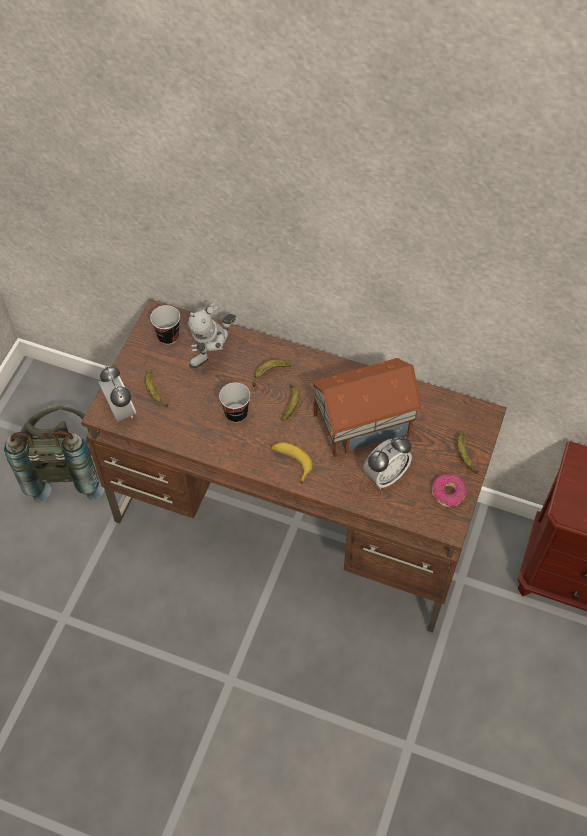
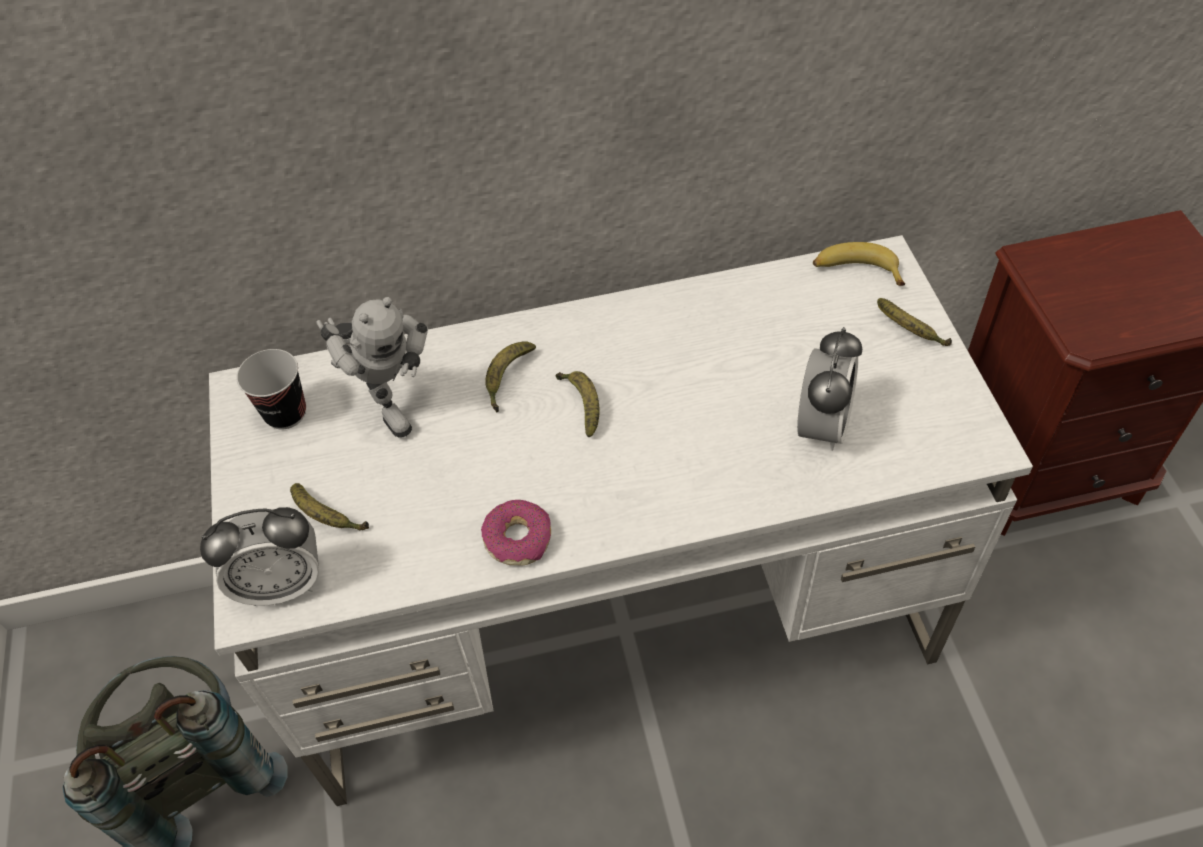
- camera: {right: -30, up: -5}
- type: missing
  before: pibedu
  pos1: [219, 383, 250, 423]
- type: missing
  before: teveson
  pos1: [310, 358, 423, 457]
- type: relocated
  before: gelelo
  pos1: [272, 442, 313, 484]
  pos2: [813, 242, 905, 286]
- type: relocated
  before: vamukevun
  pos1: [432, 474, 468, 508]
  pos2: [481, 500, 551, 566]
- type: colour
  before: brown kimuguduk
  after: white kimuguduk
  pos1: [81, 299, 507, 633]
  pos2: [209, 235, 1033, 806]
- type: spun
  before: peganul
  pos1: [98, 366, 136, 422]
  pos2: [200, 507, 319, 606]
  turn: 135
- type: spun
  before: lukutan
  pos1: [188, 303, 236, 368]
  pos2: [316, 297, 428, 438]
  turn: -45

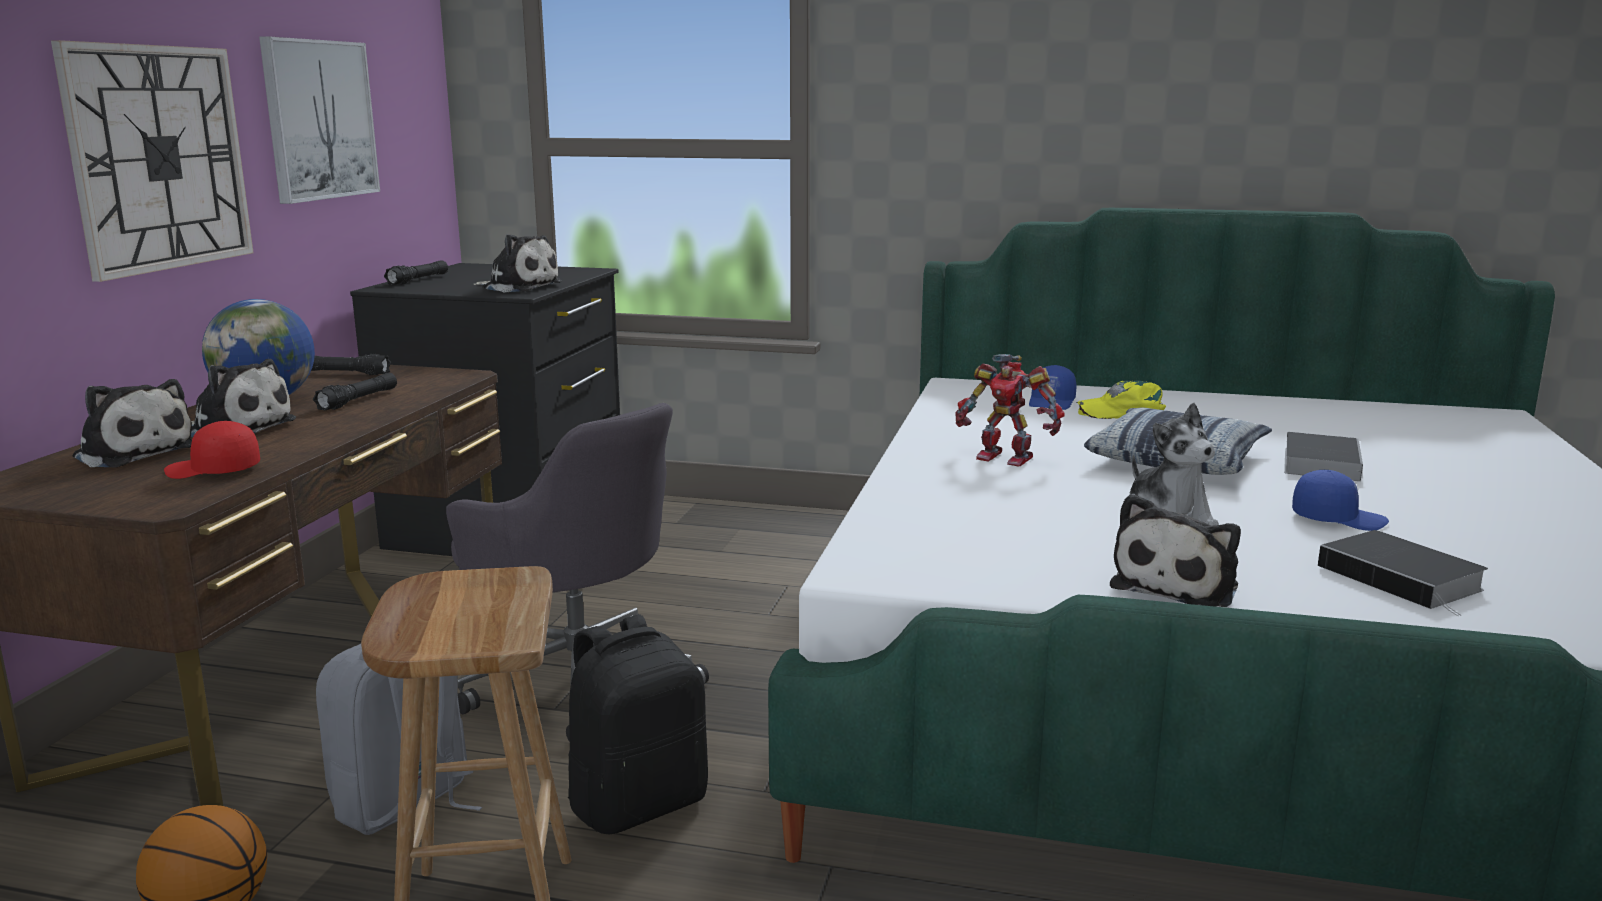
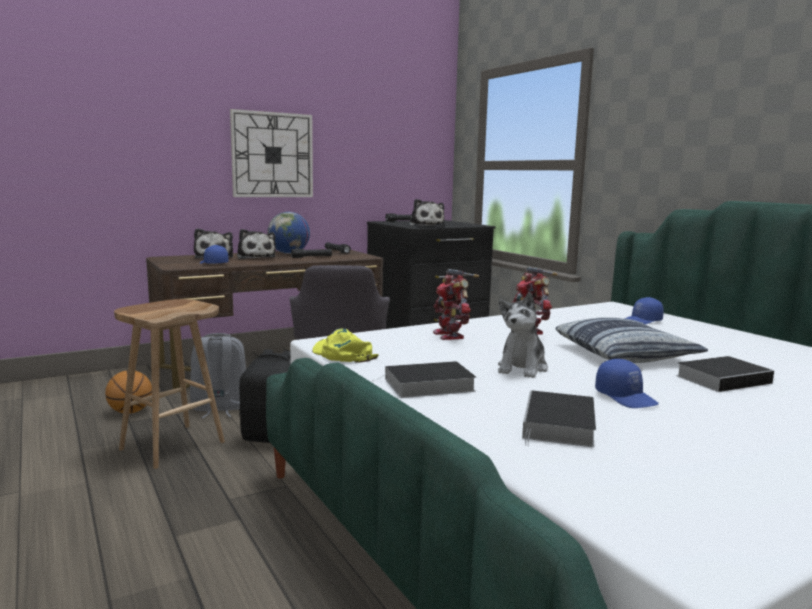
- camera: {right: 45, up: -5}
- type: missing
  before: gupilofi
  pos1: [259, 36, 380, 204]
- type: appeared
  after: lukutan
  pos2: [433, 269, 479, 340]
- type: relocated
  before: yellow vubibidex
  pos1: [1077, 381, 1166, 419]
  pos2: [312, 328, 379, 363]
- type: exchanged
  before: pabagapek
  after: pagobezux
  pos1: [1110, 493, 1241, 607]
  pos2: [372, 361, 476, 398]
- type: colour
  before: red vubibidex
  after: blue vubibidex
  pos1: [164, 421, 260, 479]
  pos2: [200, 245, 229, 264]

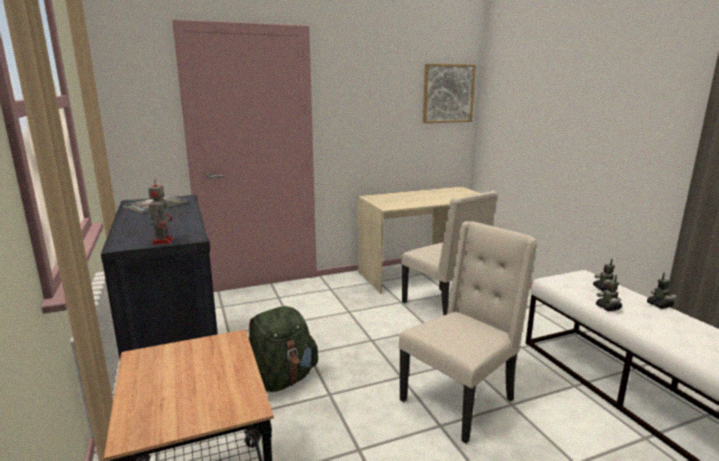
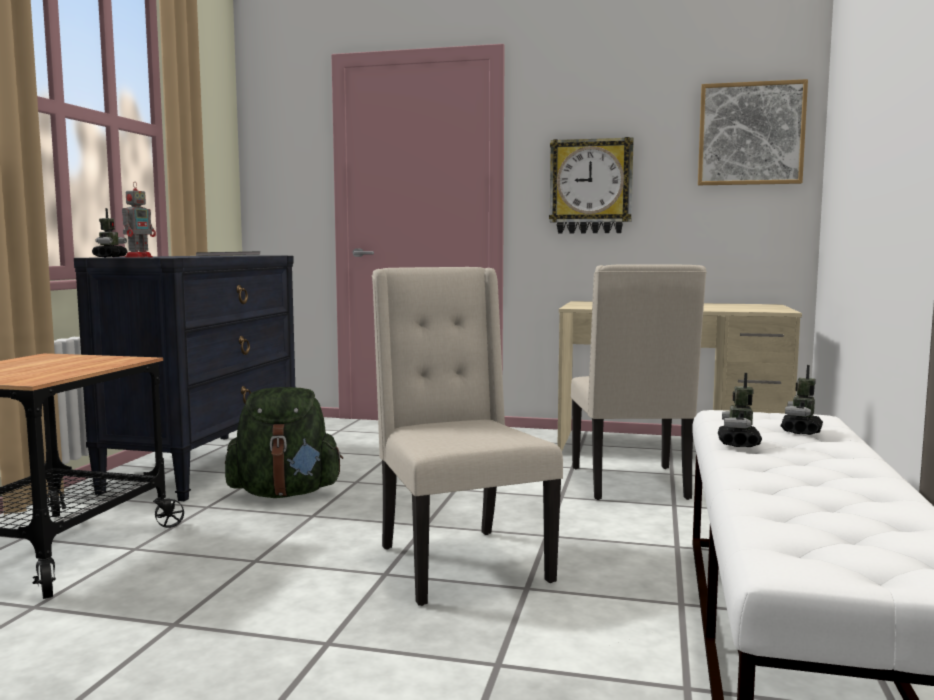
- camera: {right: 35, up: -10}
- type: appeared
  after: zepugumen
  pos2: [549, 137, 634, 234]
- type: relocated
  before: lukutan
  pos1: [647, 273, 676, 309]
  pos2: [92, 208, 127, 257]
- type: spun
  before: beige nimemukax
  pos1: [399, 221, 538, 444]
  pos2: [372, 267, 563, 606]
  turn: -105

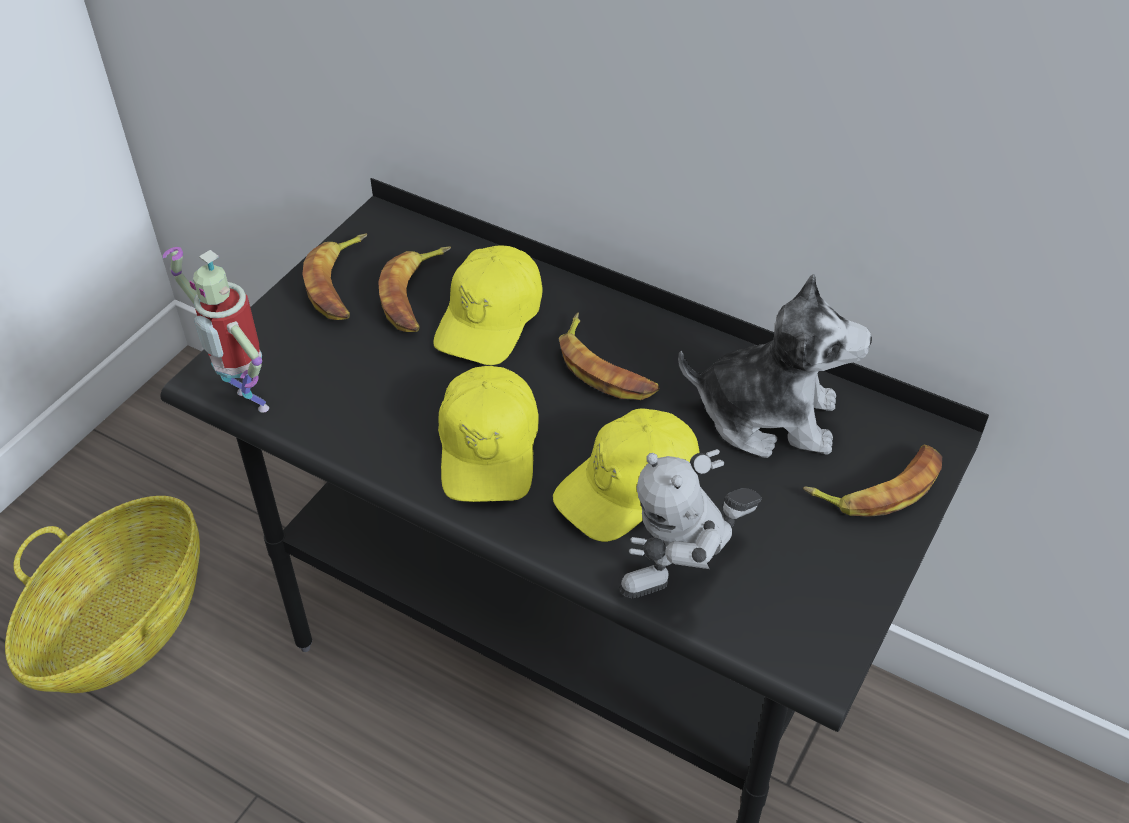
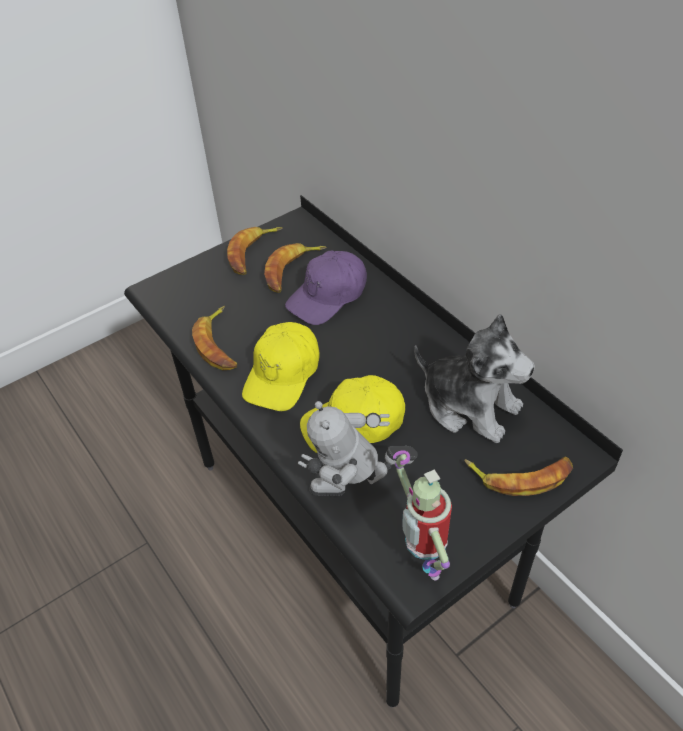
- camera: {right: 25, up: 0}
- type: missing
  before: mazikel
  pos1: [5, 496, 200, 693]
- type: relocated
  before: lukutan
  pos1: [163, 247, 269, 413]
  pos2: [393, 451, 452, 580]
- type: relocated
  before: gelelo
  pos1: [559, 313, 660, 400]
  pos2: [192, 306, 237, 370]
- type: colour
  before: yellow vubibidex
  after: purple vubibidex
  pos1: [433, 245, 543, 365]
  pos2: [285, 251, 367, 325]

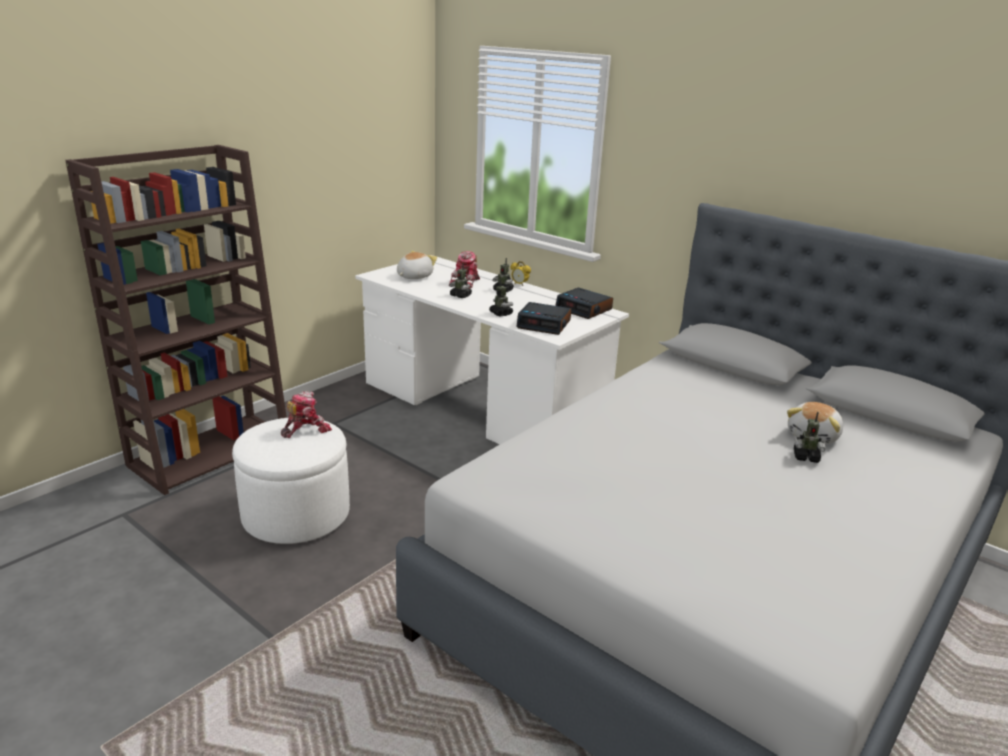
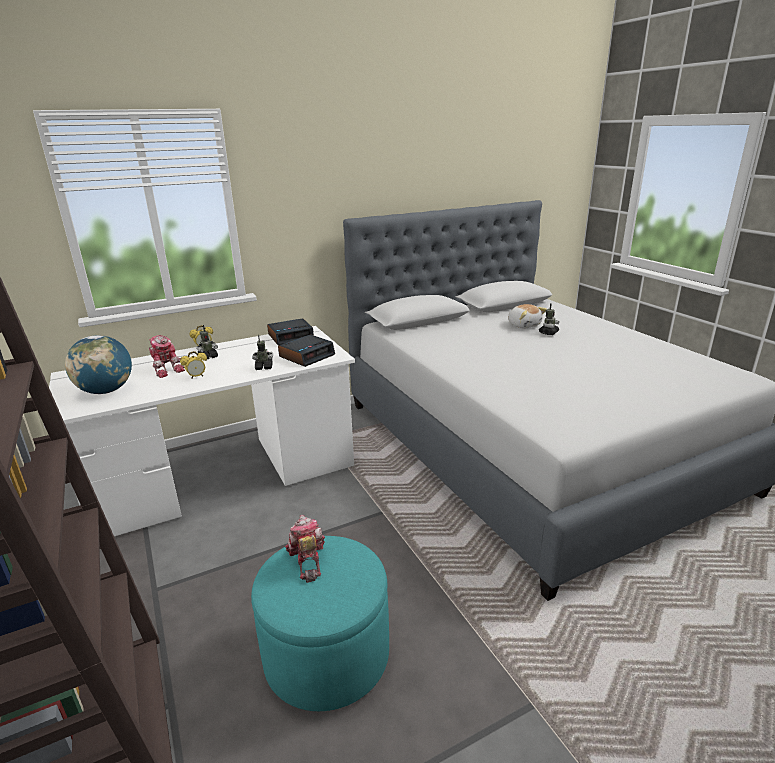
- camera: {right: -65, up: 0}
- type: exchanged
  before: pabagapek
  after: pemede
  pos1: [397, 251, 437, 279]
  pos2: [65, 335, 132, 394]
- type: exchanged
  before: lukutan
  after: peganul
  pos1: [449, 263, 472, 298]
  pos2: [180, 351, 207, 379]
- type: colour
  before: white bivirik
  after: turquoise bivirik
  pos1: [232, 417, 350, 544]
  pos2: [251, 536, 389, 711]

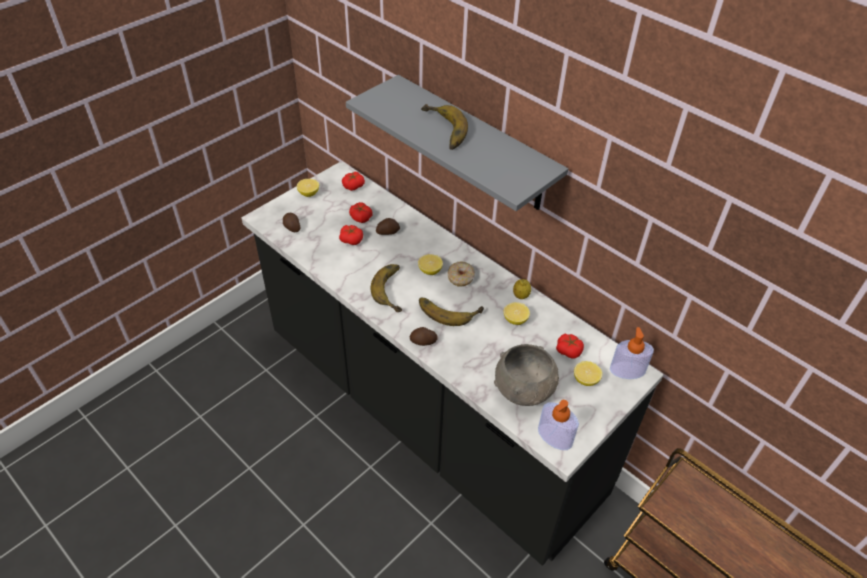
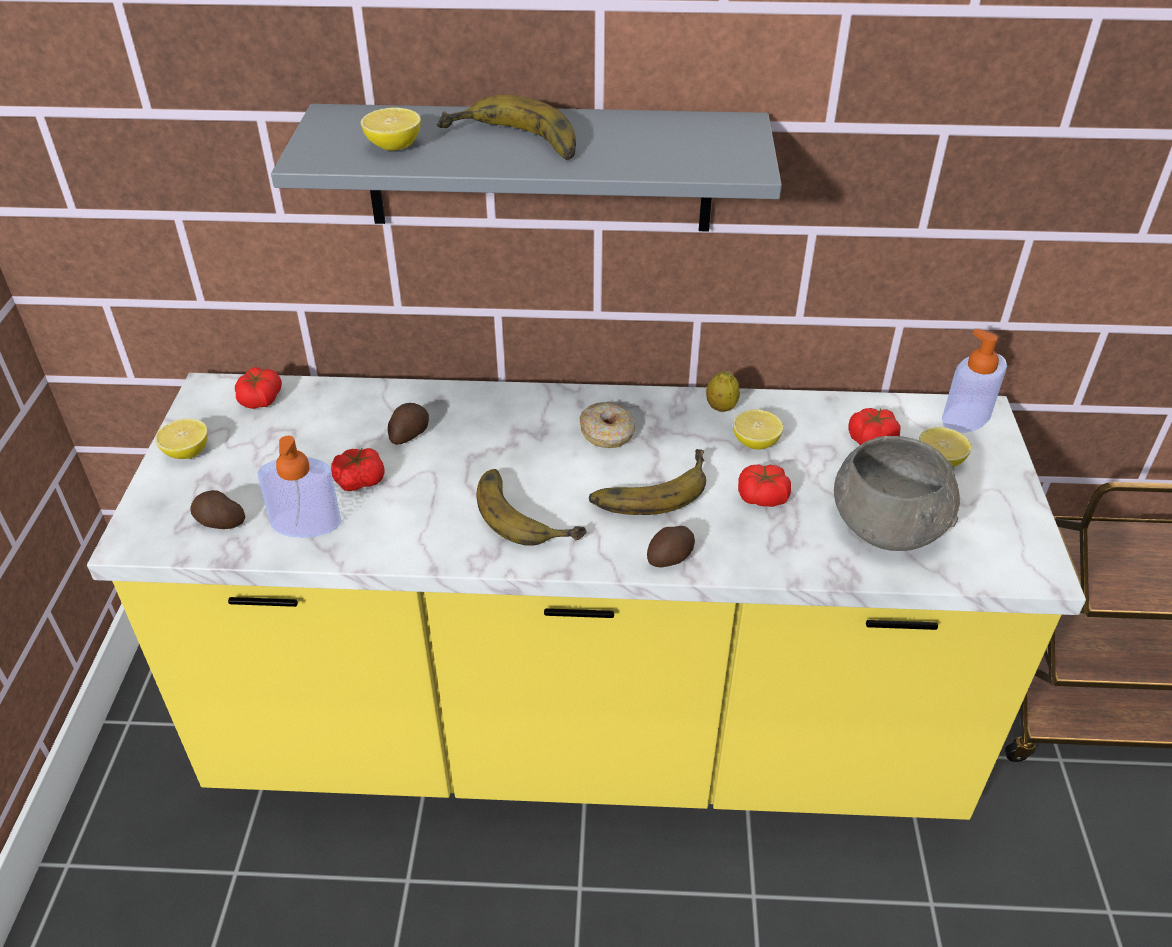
- camera: {right: -40, up: -5}
- type: relocated
  before: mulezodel
  pos1: [349, 202, 373, 223]
  pos2: [738, 464, 791, 507]
- type: relocated
  before: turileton
  pos1: [418, 254, 443, 275]
  pos2: [360, 107, 421, 151]
- type: relocated
  before: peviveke
  pos1: [538, 400, 579, 450]
  pos2: [258, 436, 341, 538]
- type: colour
  before: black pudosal
  after: yellow pudosal
  pos1: [241, 161, 664, 566]
  pos2: [87, 373, 1086, 820]

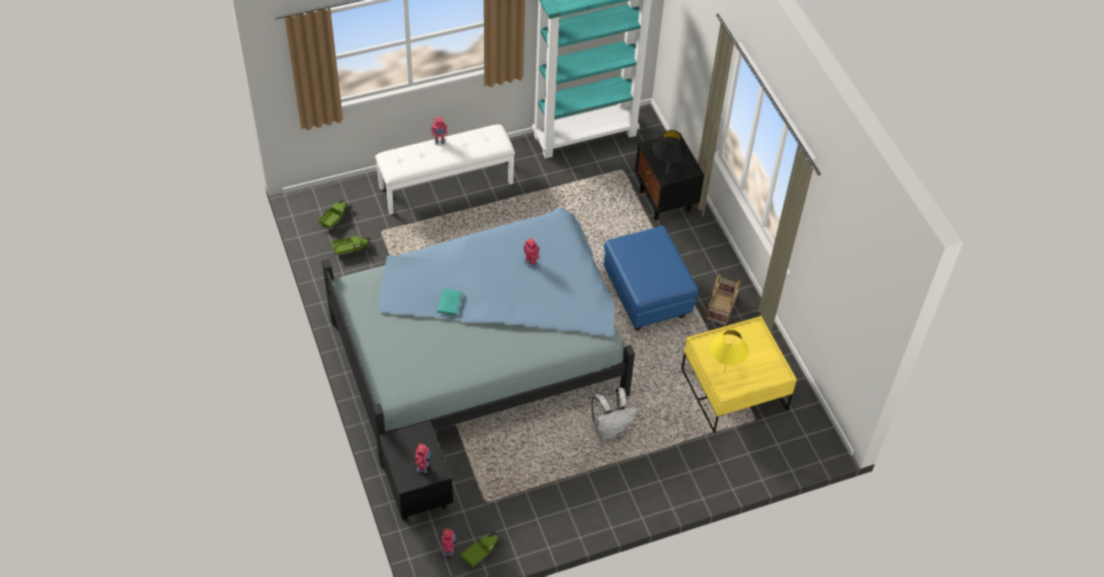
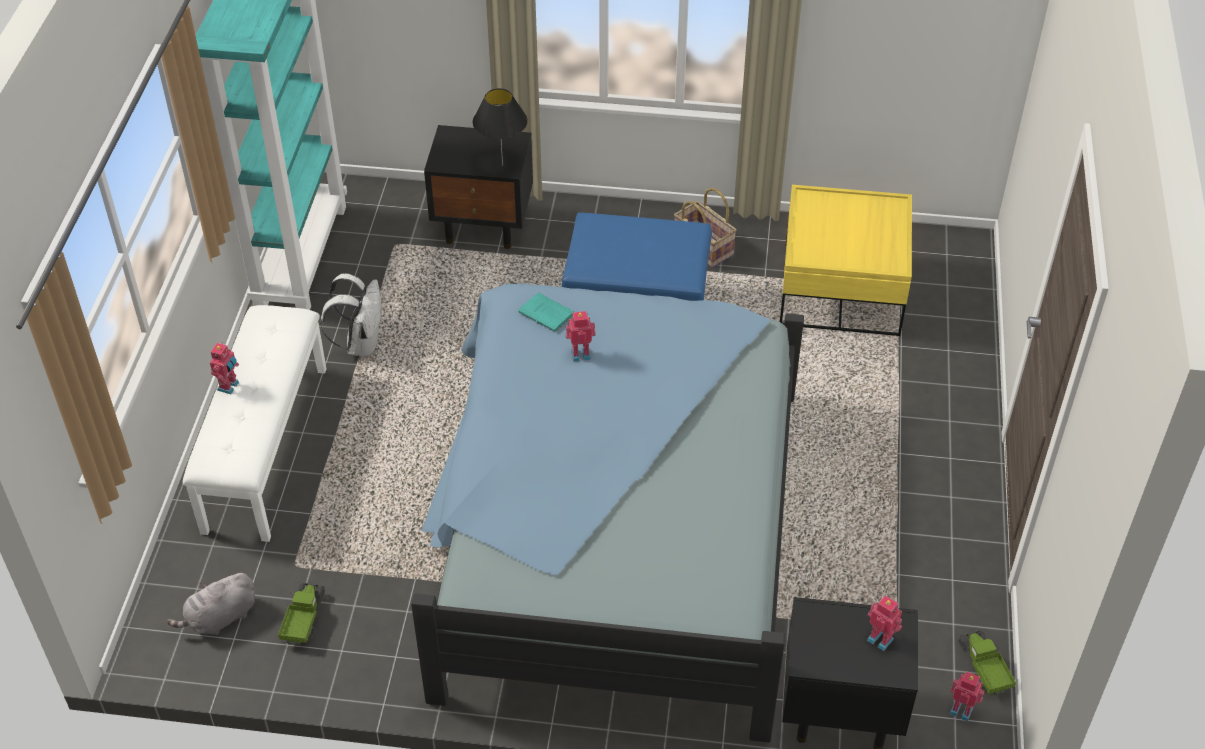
- camera: {right: -60, up: -5}
- type: missing
  before: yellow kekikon
  pos1: [710, 330, 749, 373]
- type: relocated
  before: turquoise pagobezux
  pos1: [437, 289, 463, 316]
  pos2: [519, 292, 574, 332]
- type: relocated
  before: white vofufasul
  pos1: [591, 387, 637, 439]
  pos2: [320, 273, 382, 357]
- type: exchanged
  before: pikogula
  after: grey pabagapek
  pos1: [318, 200, 352, 229]
  pos2: [167, 571, 255, 635]

